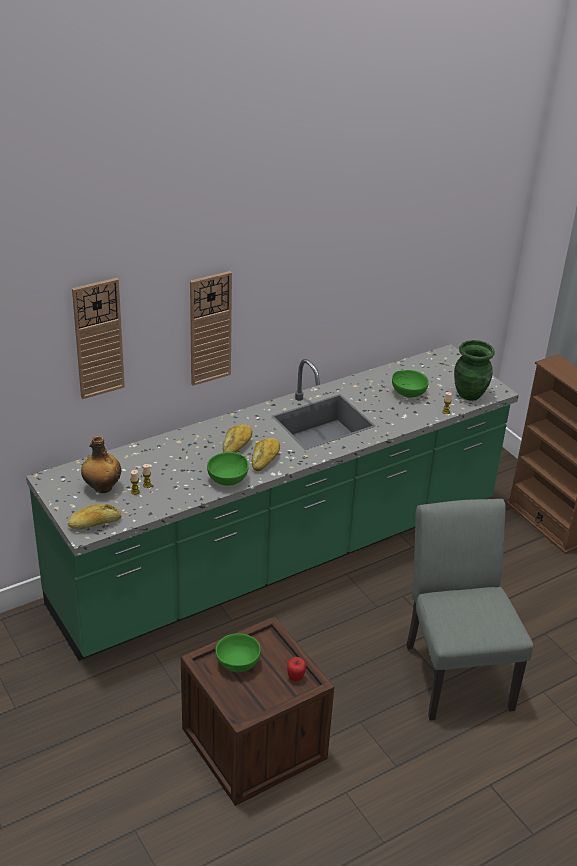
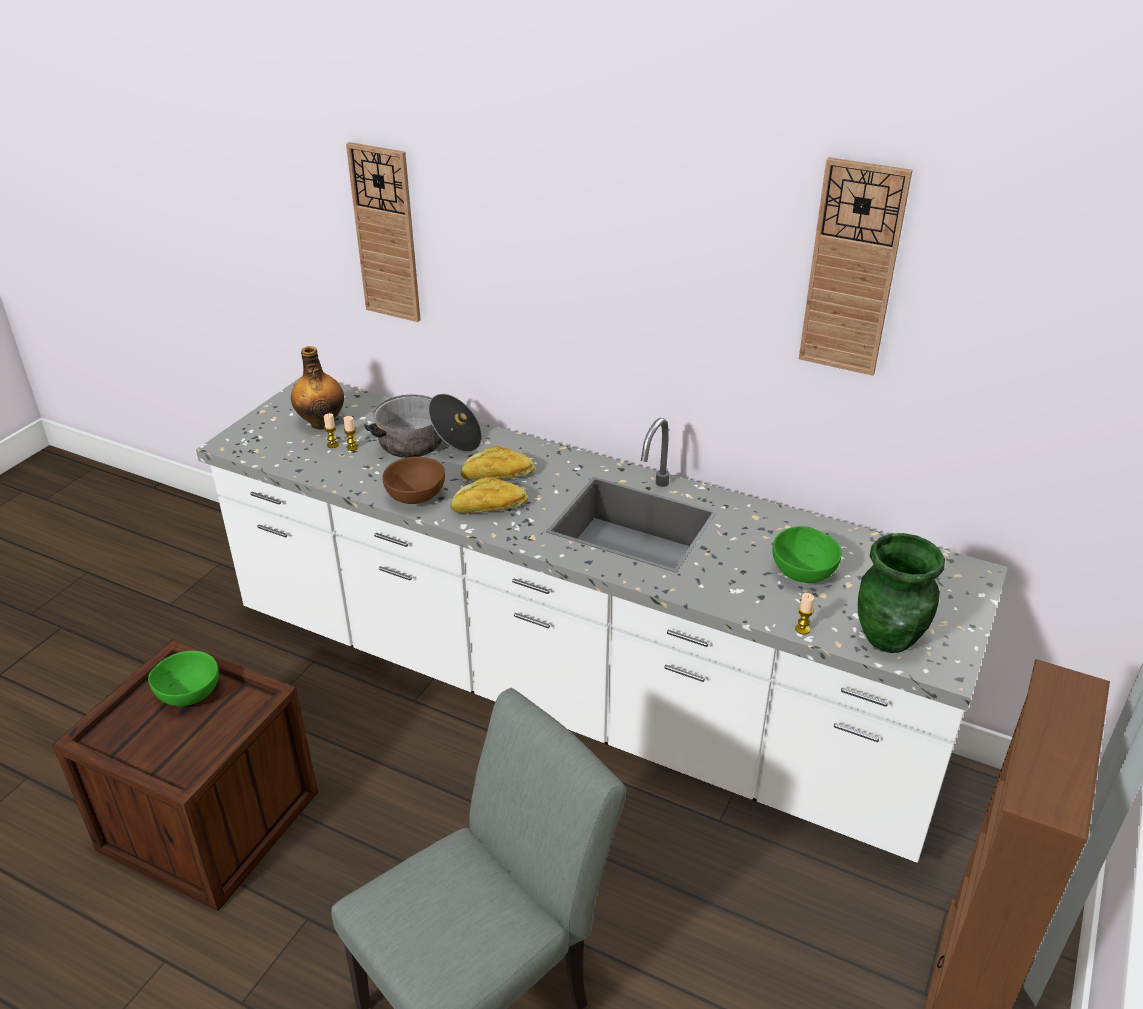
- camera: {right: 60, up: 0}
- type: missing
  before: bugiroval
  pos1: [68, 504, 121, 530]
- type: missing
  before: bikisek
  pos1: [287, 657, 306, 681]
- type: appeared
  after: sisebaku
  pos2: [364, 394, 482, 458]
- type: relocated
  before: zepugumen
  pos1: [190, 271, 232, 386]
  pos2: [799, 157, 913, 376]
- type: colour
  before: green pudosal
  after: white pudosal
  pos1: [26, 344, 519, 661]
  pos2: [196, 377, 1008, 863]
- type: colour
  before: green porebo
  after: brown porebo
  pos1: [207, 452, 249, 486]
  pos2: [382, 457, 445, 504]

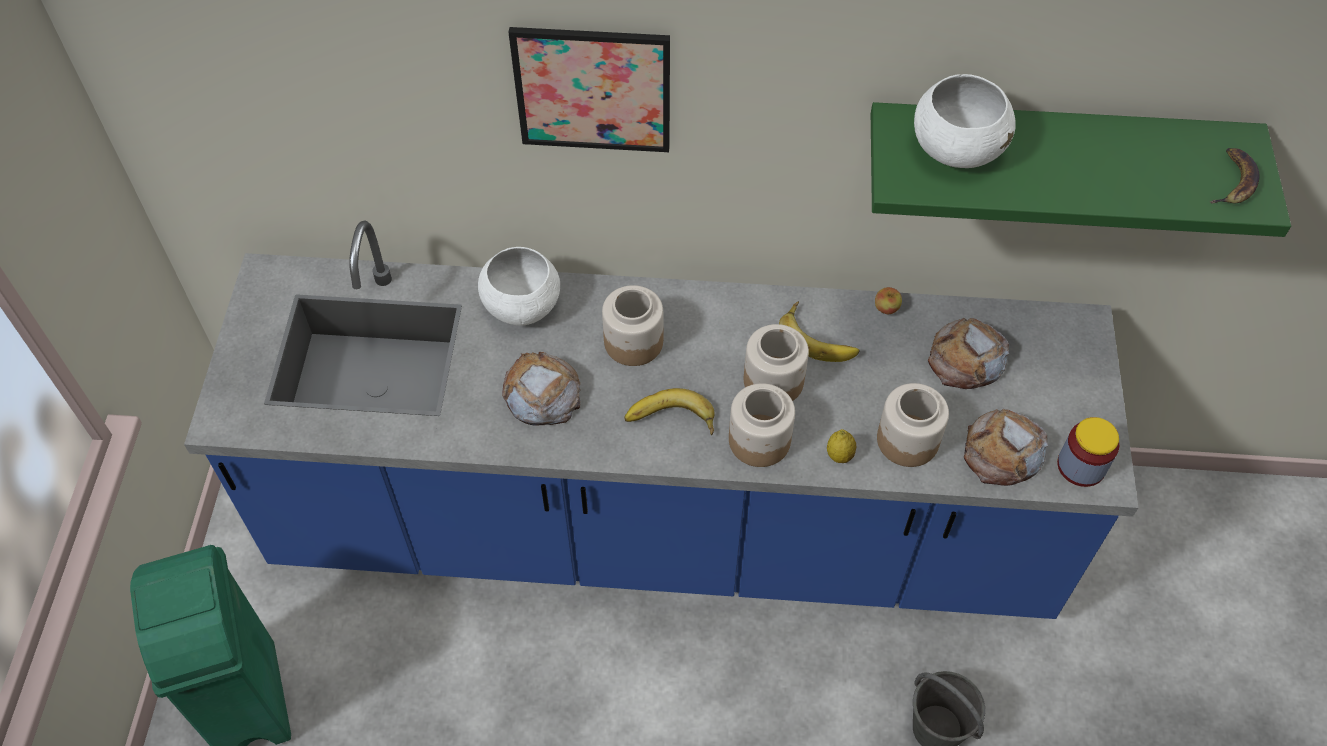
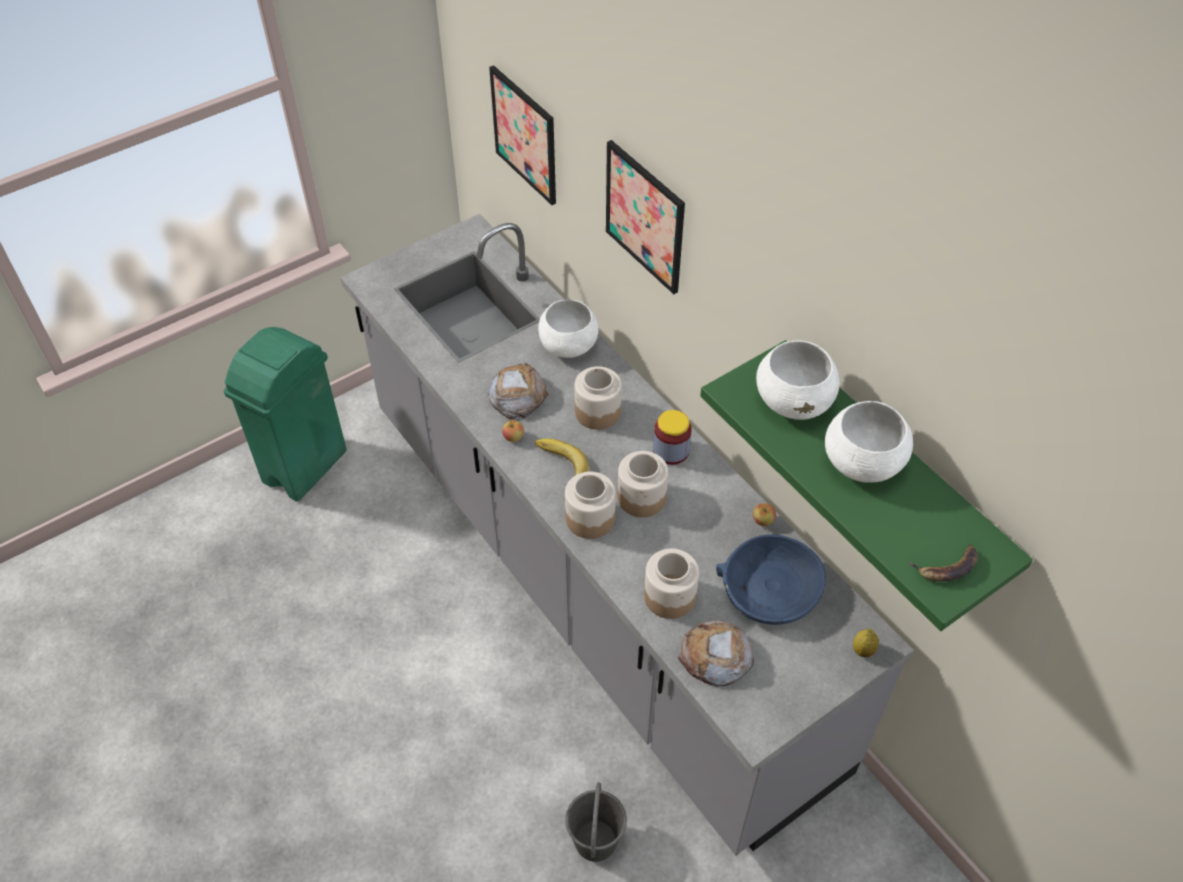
- camera: {right: 50, up: -5}
- type: missing
  before: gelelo
  pos1: [779, 301, 860, 362]
- type: appeared
  after: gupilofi
  pos2: [489, 65, 556, 205]
- type: appeared
  after: bikisek
  pos2: [502, 420, 524, 442]
- type: appeared
  after: white porebo
  pos2: [825, 401, 913, 483]
- type: relocated
  before: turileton
  pos1: [827, 429, 856, 463]
  pos2: [853, 629, 879, 657]
- type: relocated
  before: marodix
  pos1: [1057, 417, 1119, 487]
  pos2: [653, 410, 692, 465]
- type: exchanged
  before: bugiroval
  after: blue porebo
  pos1: [928, 318, 1009, 389]
  pos2: [716, 534, 826, 625]
- type: colour
  before: blue pudosal
  after: grey pudosal
  pos1: [184, 221, 1138, 619]
  pos2: [340, 214, 914, 856]

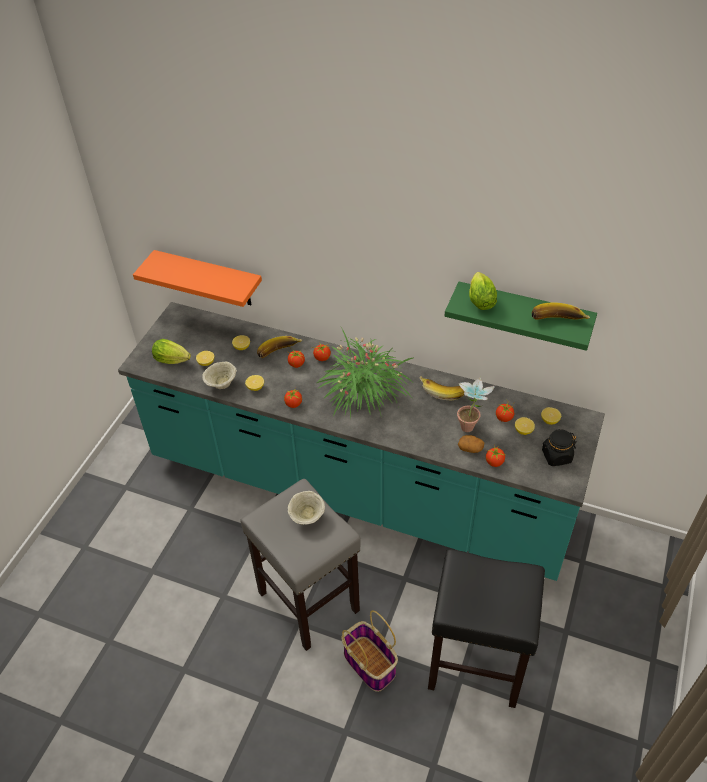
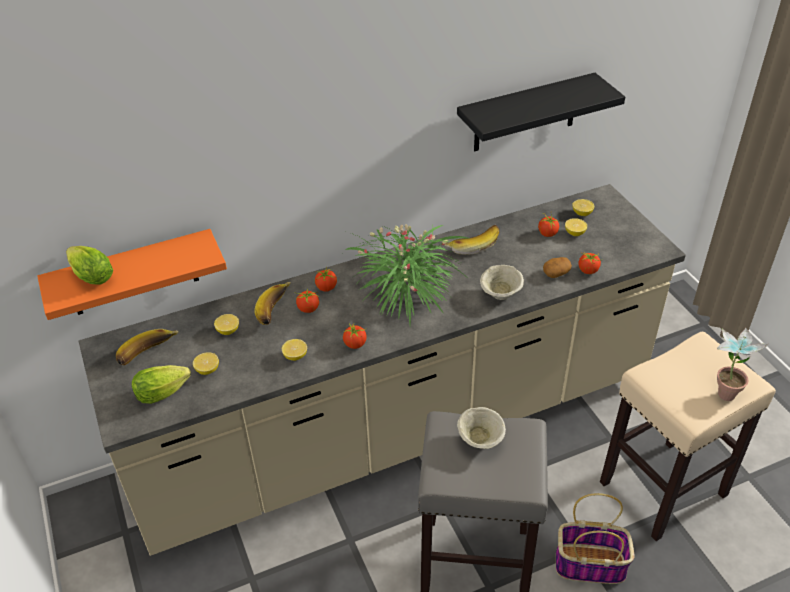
- camera: {right: -45, up: -5}
- type: missing
  before: black marodix
  pos1: [542, 429, 577, 466]
- type: relocated
  before: beige porebo
  pos1: [202, 362, 237, 389]
  pos2: [480, 265, 524, 300]
- type: relocated
  before: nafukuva
  pos1: [457, 377, 495, 432]
  pos2: [717, 327, 769, 401]
- type: relocated
  before: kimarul
  pos1: [469, 272, 497, 310]
  pos2: [66, 246, 113, 285]
- type: relocated
  before: gelelo
  pos1: [532, 303, 590, 320]
  pos2: [116, 329, 179, 365]
- type: colour
  before: turquoise pudosal
  after: beige pudosal
  pos1: [118, 302, 605, 581]
  pos2: [79, 184, 686, 556]
- type: colour
  before: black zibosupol
  after: beige zibosupol
  pos1: [428, 549, 545, 708]
  pos2: [600, 332, 776, 541]
- type: colour
  before: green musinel
  after: black musinel
  pos1: [445, 281, 597, 351]
  pos2: [457, 73, 625, 151]

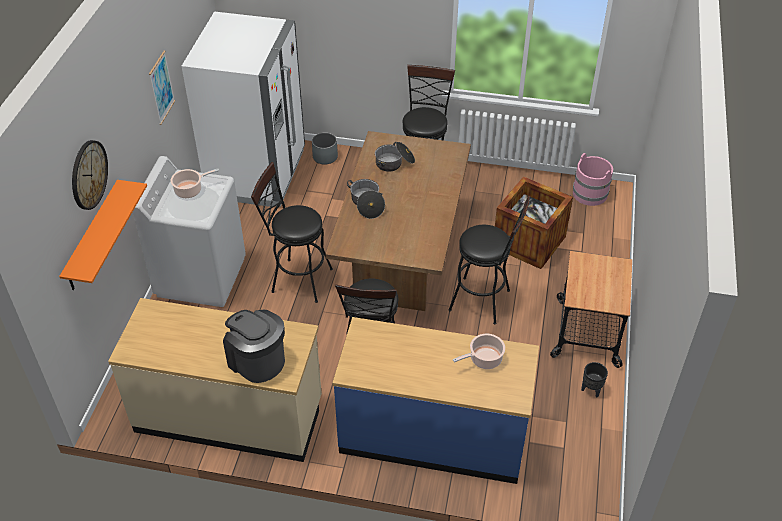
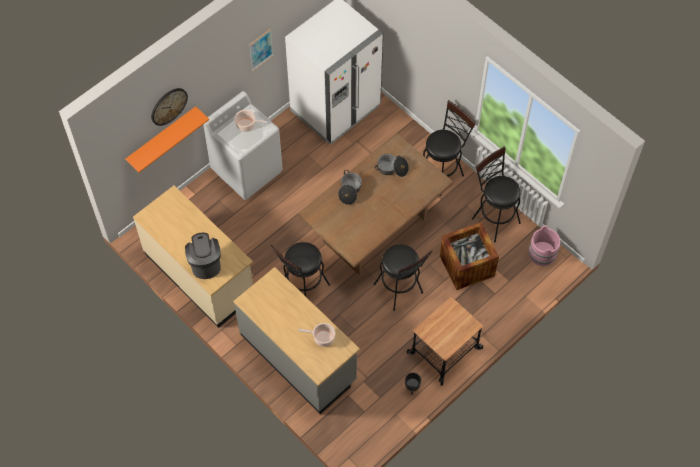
- camera: {right: 35, up: 15}
- type: missing
  before: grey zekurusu
  pos1: [312, 133, 338, 164]
- type: relocated
  before: black zibosupol
  pos1: [251, 162, 333, 303]
  pos2: [472, 146, 521, 242]
- type: colour
  before: blue pudosal
  after: grey pudosal
  pos1: [332, 317, 539, 484]
  pos2: [234, 267, 360, 414]

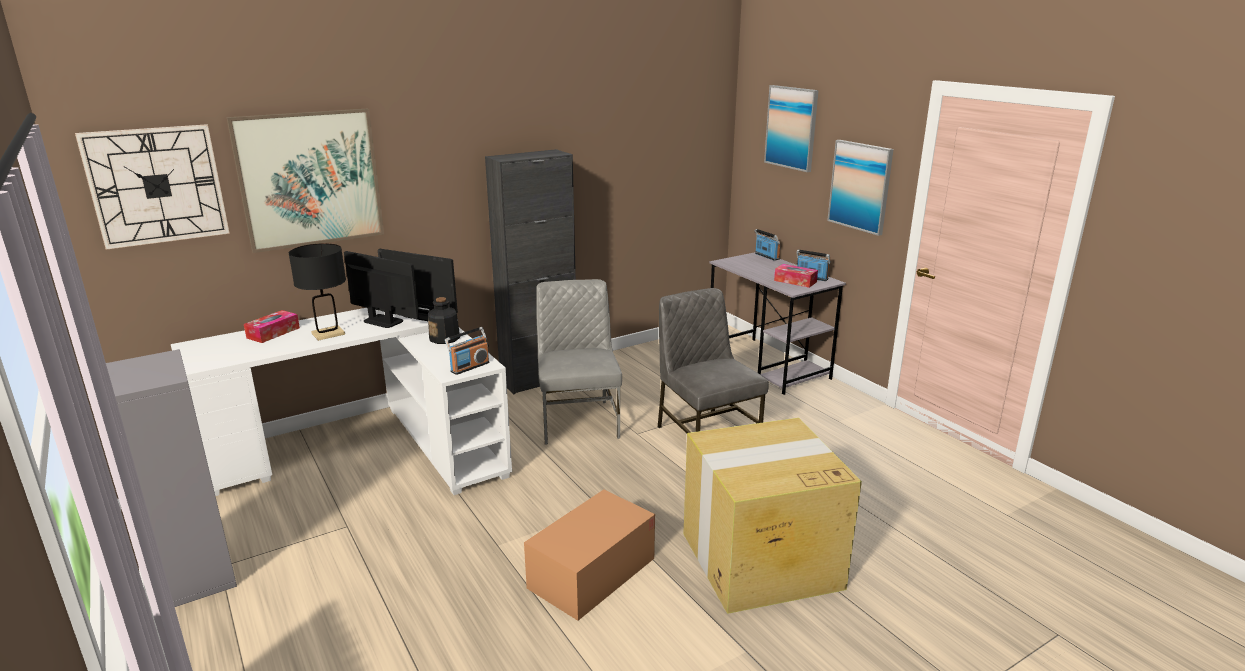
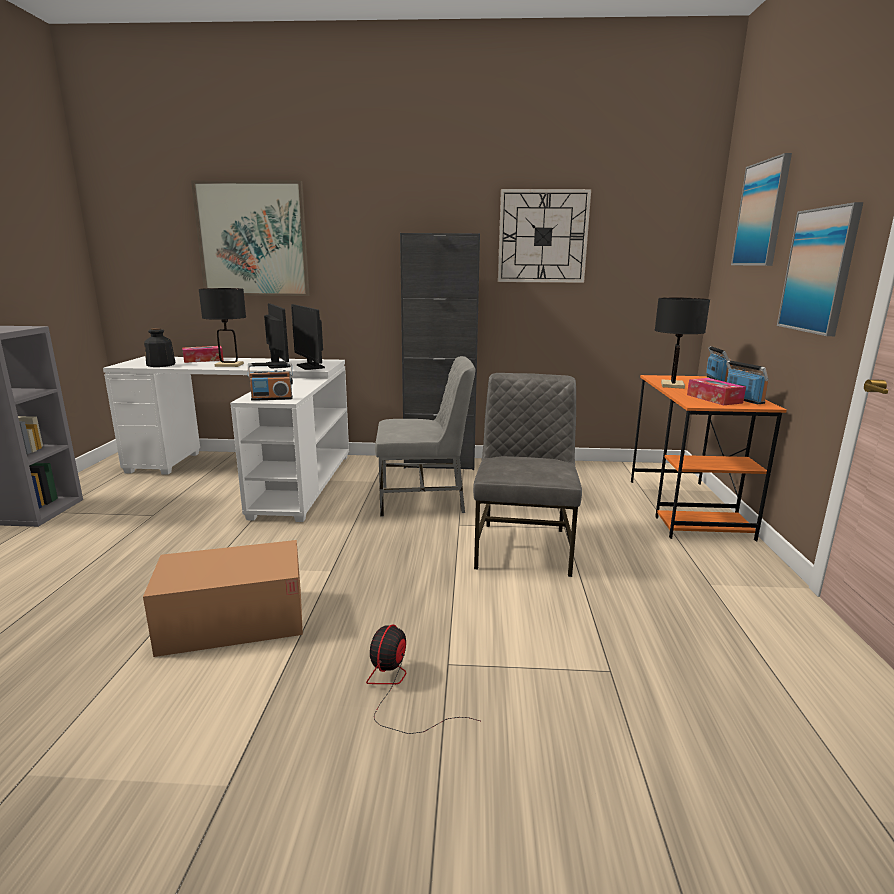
- camera: {right: 35, up: -5}
- type: appeared
  after: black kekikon
  pos2: [655, 297, 710, 389]
- type: relocated
  before: zepugumen
  pos1: [75, 124, 230, 250]
  pos2: [498, 189, 591, 283]
- type: relocated
  before: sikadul
  pos1: [428, 297, 460, 344]
  pos2: [144, 328, 176, 367]
- type: exchanged
  before: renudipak
  after: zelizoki
  pos1: [683, 418, 862, 614]
  pos2: [366, 624, 480, 734]
- type: colour
  before: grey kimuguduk
  after: orange kimuguduk
  pos1: [710, 252, 846, 395]
  pos2: [631, 375, 787, 541]
- type: spun
  before: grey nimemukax
  pos1: [536, 279, 622, 445]
  pos2: [375, 356, 475, 516]
  turn: 60

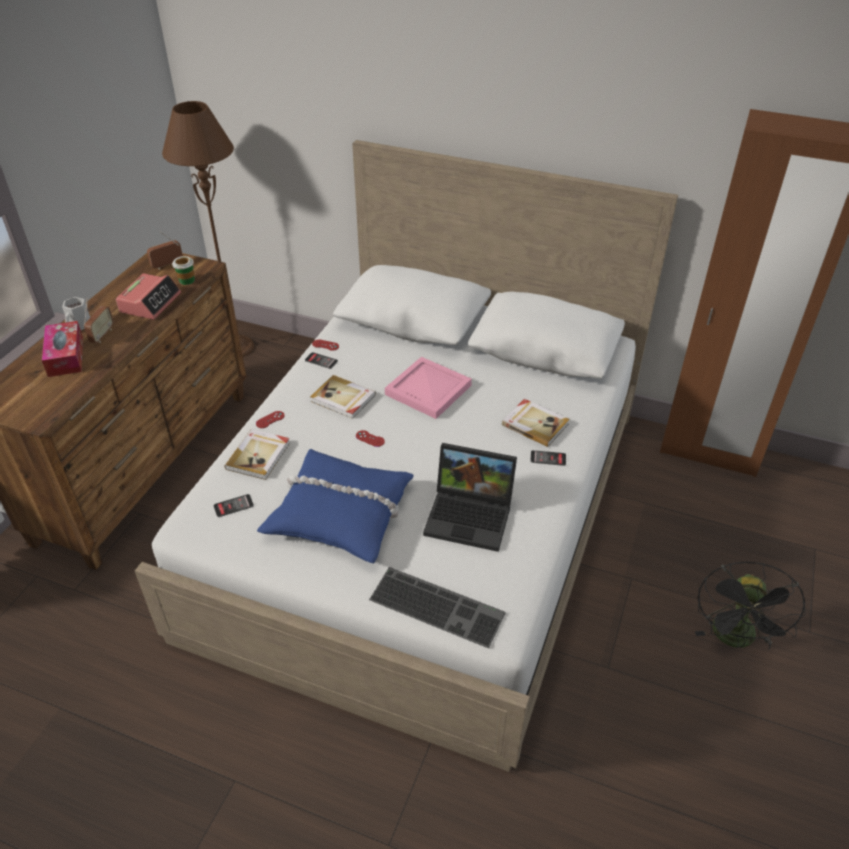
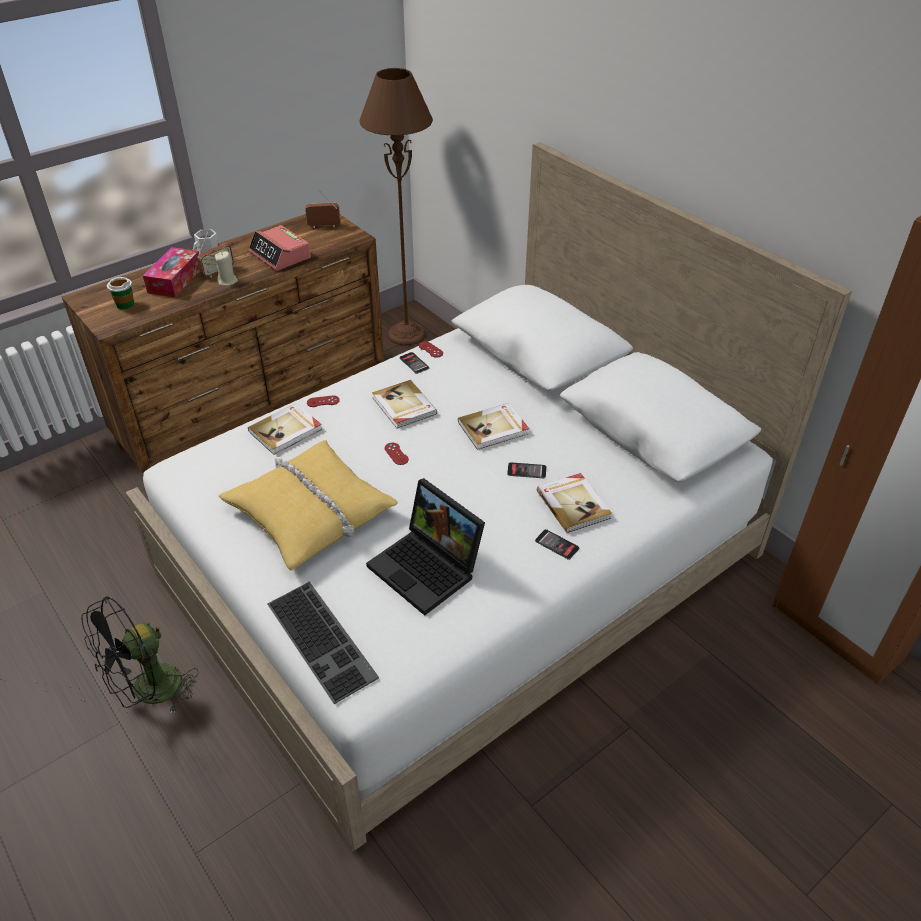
- camera: {right: 30, up: 0}
- type: appeared
  after: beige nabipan
  pos2: [215, 251, 238, 286]
- type: relocated
  before: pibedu
  pos1: [172, 256, 195, 285]
  pos2: [107, 277, 134, 310]
- type: relocated
  before: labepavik
  pos1: [214, 494, 254, 517]
  pos2: [507, 462, 546, 478]
- type: relocated
  before: black zelizoki
  pos1: [695, 562, 806, 649]
  pos2: [81, 596, 198, 714]
- type: exchanged
  before: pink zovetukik
  after: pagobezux
  pos1: [385, 357, 472, 419]
  pos2: [458, 403, 529, 450]
- type: colour
  before: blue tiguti
  after: yellow tiguti
  pos1: [257, 449, 414, 563]
  pos2: [219, 440, 398, 571]
- type: spun
  before: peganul
  pos1: [116, 273, 181, 319]
  pos2: [249, 225, 311, 271]
  turn: 90

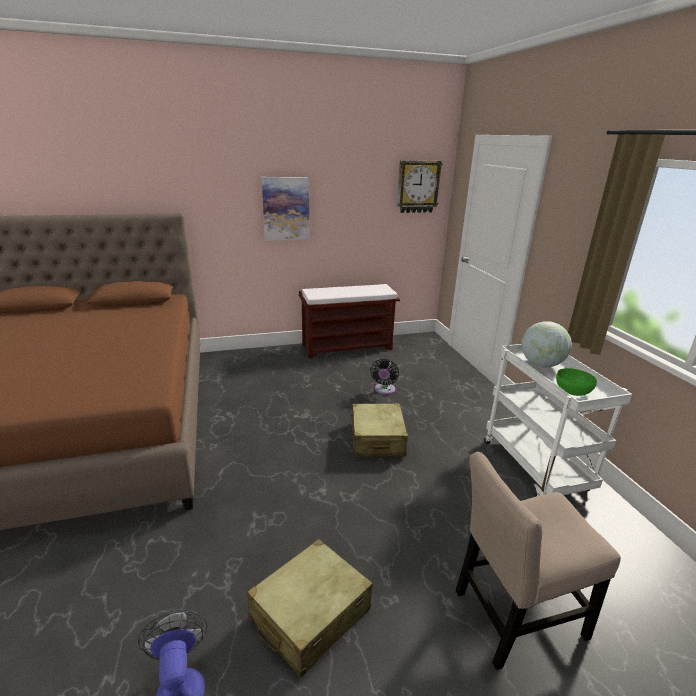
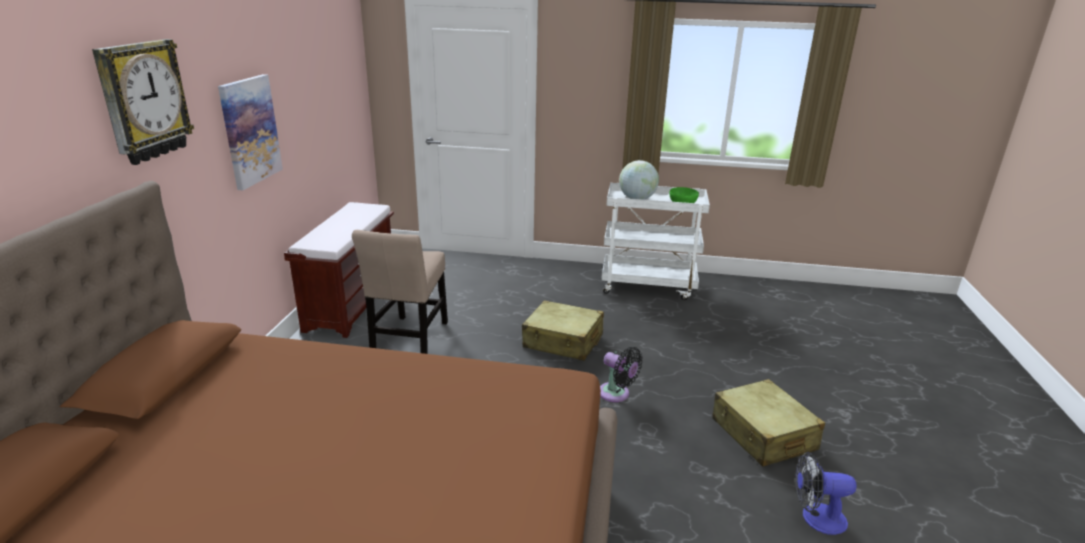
- camera: {right: -65, up: 0}
- type: relocated
  before: black zelizoki
  pos1: [371, 359, 399, 395]
  pos2: [600, 347, 643, 402]
- type: relocated
  before: zepugumen
  pos1: [397, 160, 443, 213]
  pos2: [92, 39, 194, 165]
- type: relocated
  before: beige nimemukax
  pos1: [456, 452, 621, 670]
  pos2: [352, 230, 448, 354]

